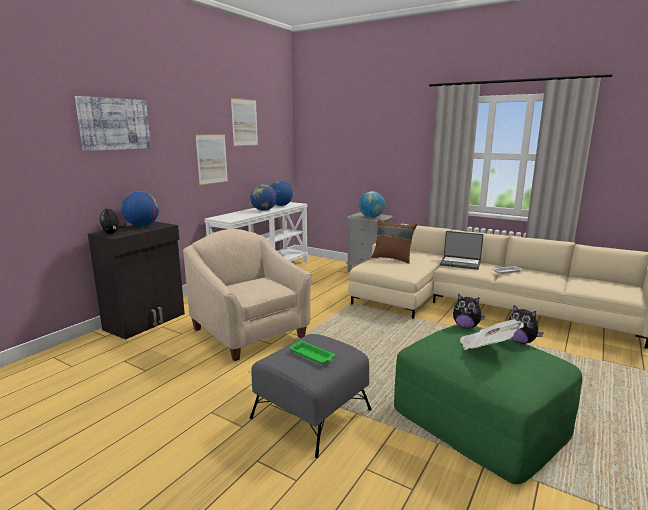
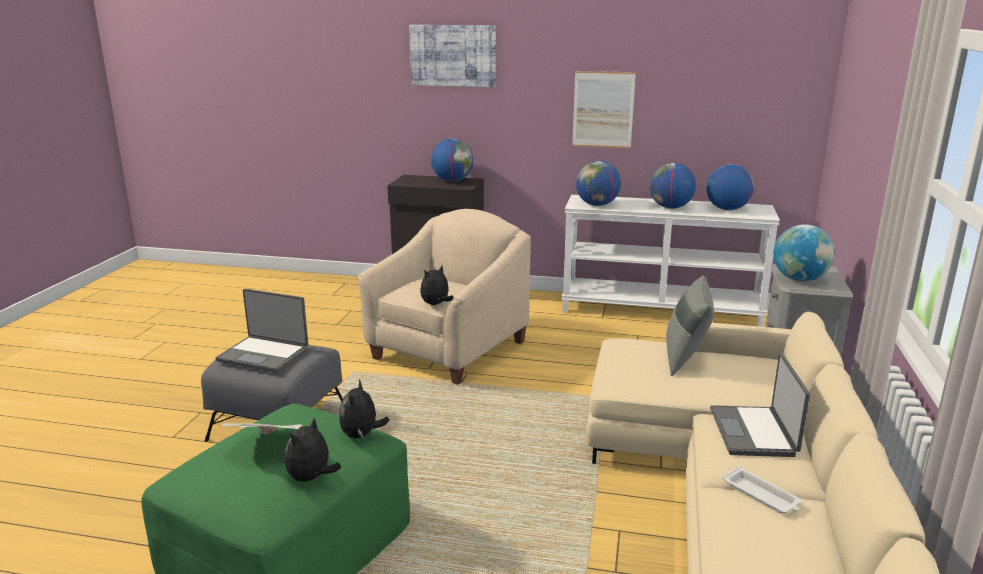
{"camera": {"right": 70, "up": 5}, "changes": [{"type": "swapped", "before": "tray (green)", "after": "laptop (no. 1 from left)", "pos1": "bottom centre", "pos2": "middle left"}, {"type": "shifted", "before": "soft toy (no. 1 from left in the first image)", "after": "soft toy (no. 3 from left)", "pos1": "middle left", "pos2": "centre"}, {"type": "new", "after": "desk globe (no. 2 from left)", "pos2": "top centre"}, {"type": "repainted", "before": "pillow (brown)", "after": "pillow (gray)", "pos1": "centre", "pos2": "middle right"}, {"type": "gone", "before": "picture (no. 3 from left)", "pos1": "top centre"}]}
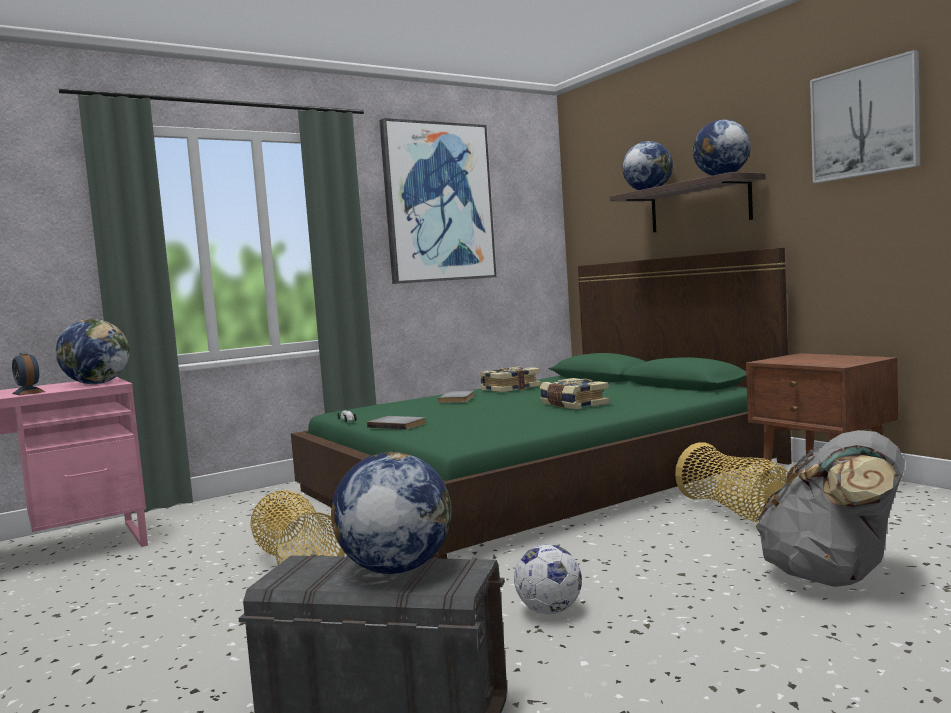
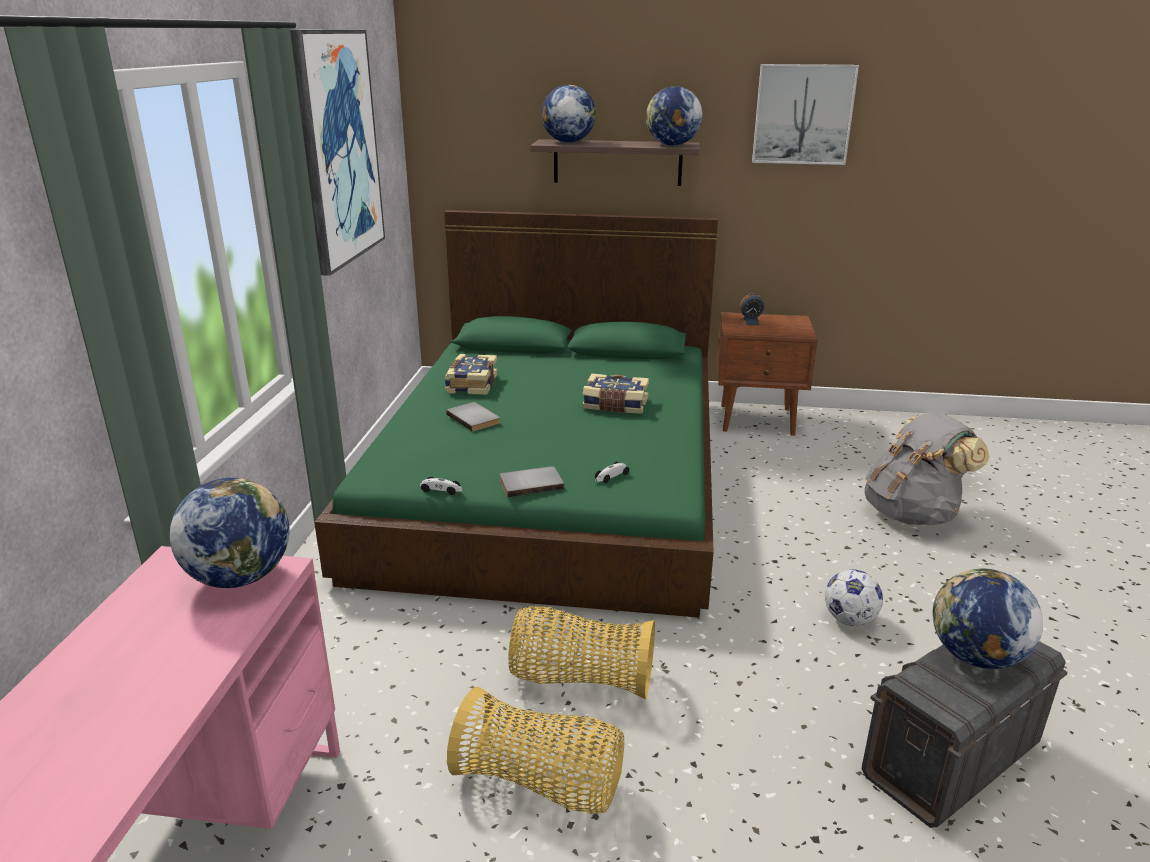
{"camera": {"right": -50, "up": 20}, "changes": [{"type": "shifted", "before": "basket (no. 2 from left in the first image)", "after": "basket (no. 1 from left)", "pos1": "bottom right", "pos2": "bottom centre"}, {"type": "new", "after": "toy car (no. 2 from left)", "pos2": "centre"}, {"type": "shifted", "before": "table clock", "pos1": "middle left", "pos2": "centre"}]}
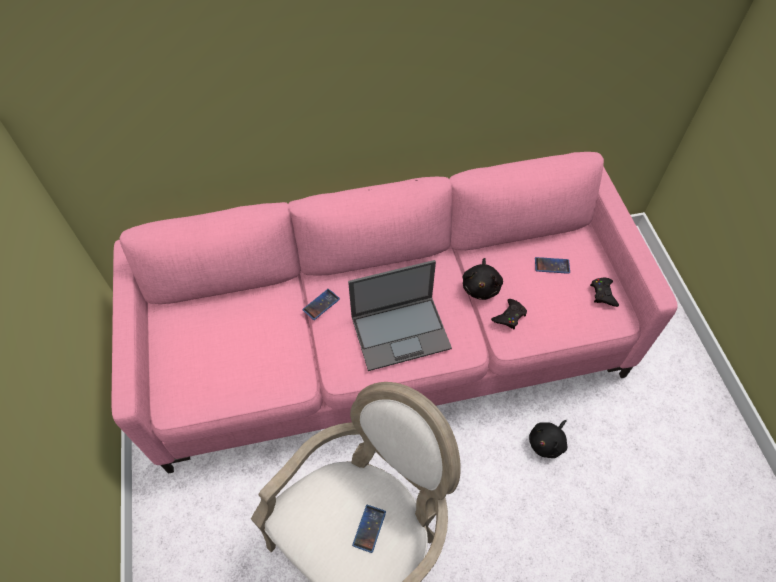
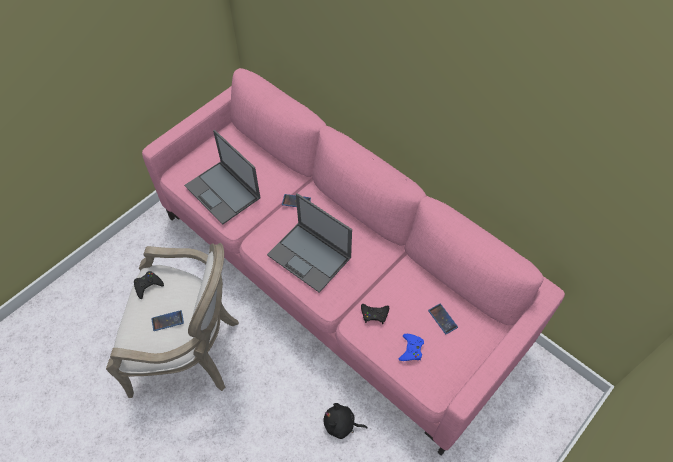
{"camera": {"right": 55, "up": 0}, "changes": [{"type": "shifted", "before": "gamepad (blackish) (no. 2 from left in the first image)", "after": "gamepad (blackish) (no. 1 from left)", "pos1": "middle right", "pos2": "middle left"}, {"type": "new", "after": "laptop (no. 1 from left)", "pos2": "middle left"}, {"type": "new", "after": "gamepad (bluish)", "pos2": "bottom centre"}, {"type": "gone", "before": "soft toy (blackish) (no. 1 from left)", "pos1": "centre"}]}
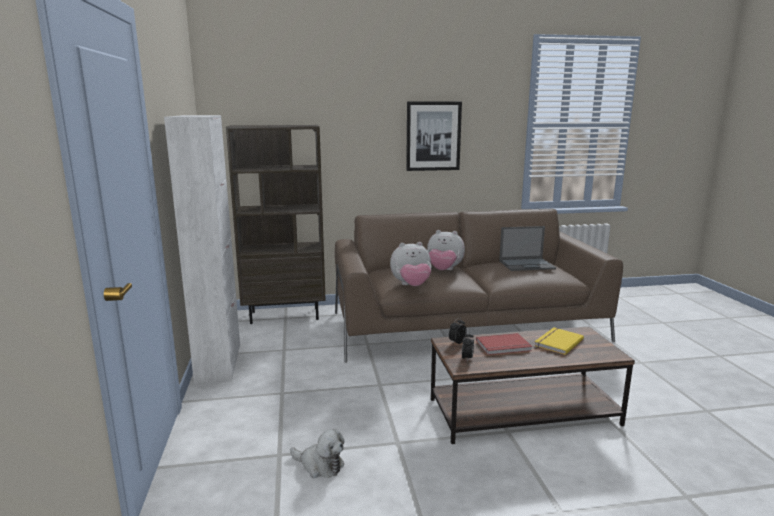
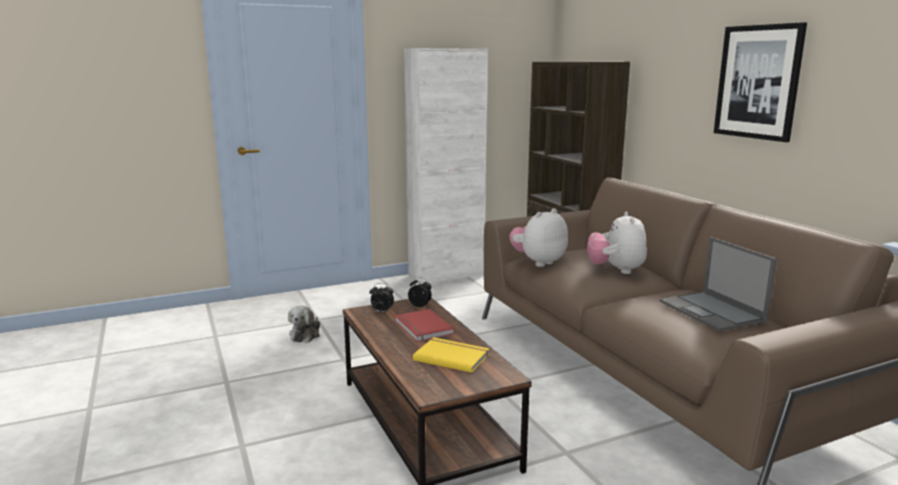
{"camera": {"right": 75, "up": 0}, "changes": [{"type": "rotated", "before": "soft toy (no. 2 from left)", "pos1": "centre", "pos2": "centre", "turn": 75}]}
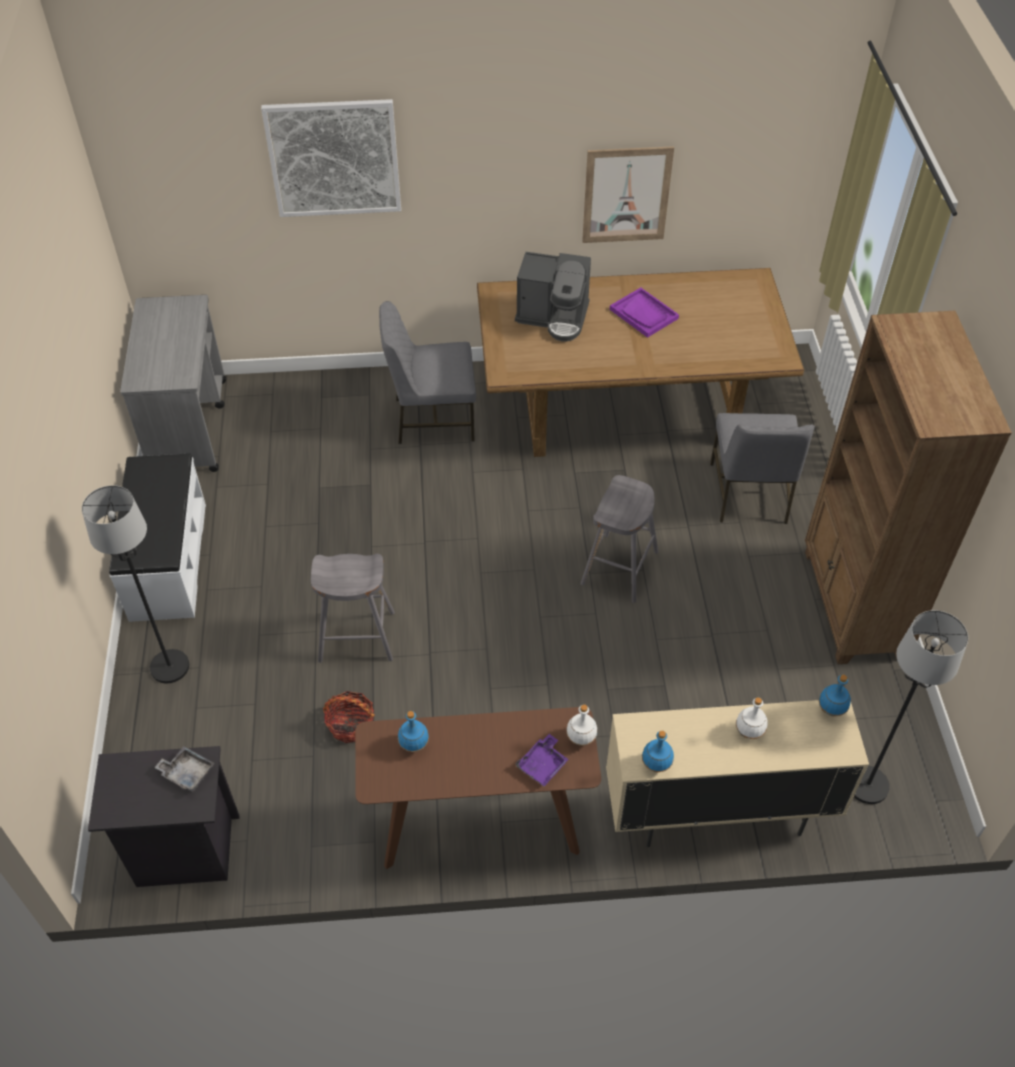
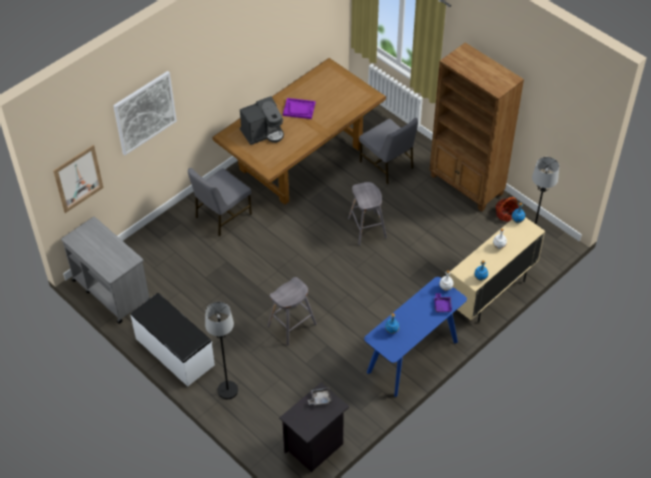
{"camera": {"right": -40, "up": 0}, "changes": [{"type": "shifted", "before": "picture (no. 2 from left in the first image)", "after": "picture (no. 1 from left)", "pos1": "top centre", "pos2": "middle left"}, {"type": "repainted", "before": "console table (brown)", "after": "console table (bluish)", "pos1": "bottom centre", "pos2": "bottom centre"}, {"type": "shifted", "before": "basket", "pos1": "bottom centre", "pos2": "middle right"}]}
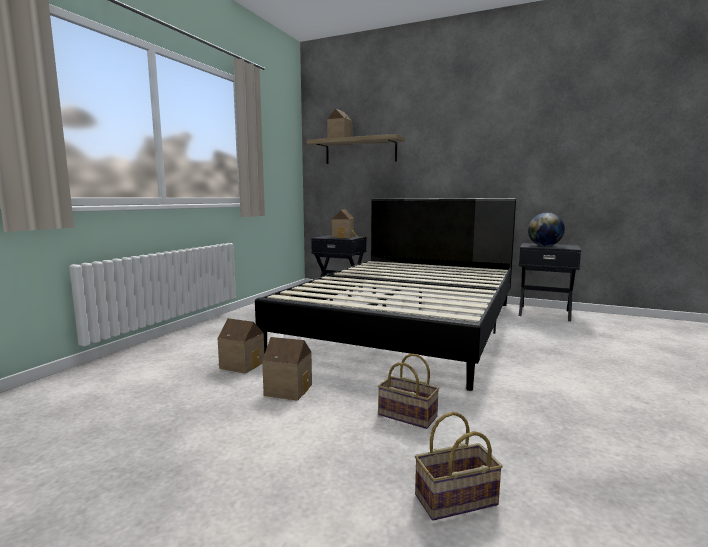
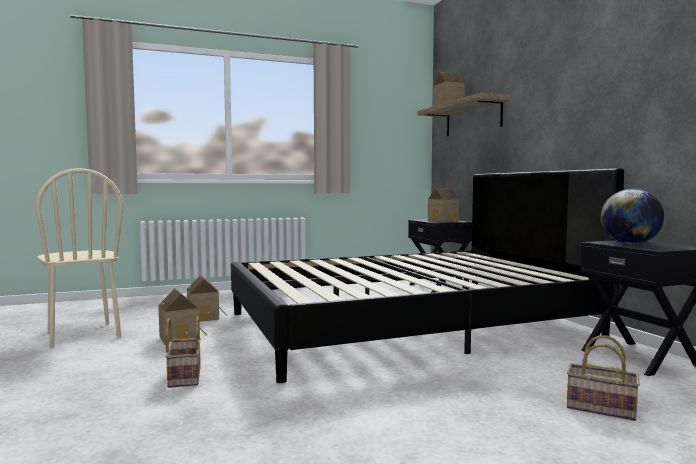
{"camera": {"right": 45, "up": -5}, "changes": [{"type": "new", "after": "upright chair (beige-coloured)", "pos2": "middle left"}, {"type": "shifted", "before": "basket (no. 2 from left)", "pos1": "bottom centre", "pos2": "bottom right"}]}
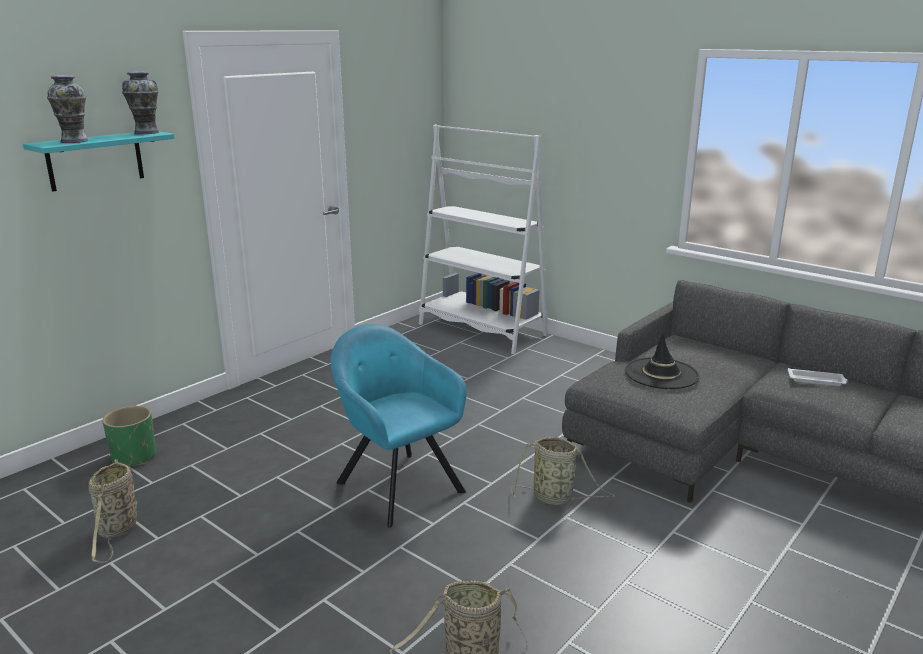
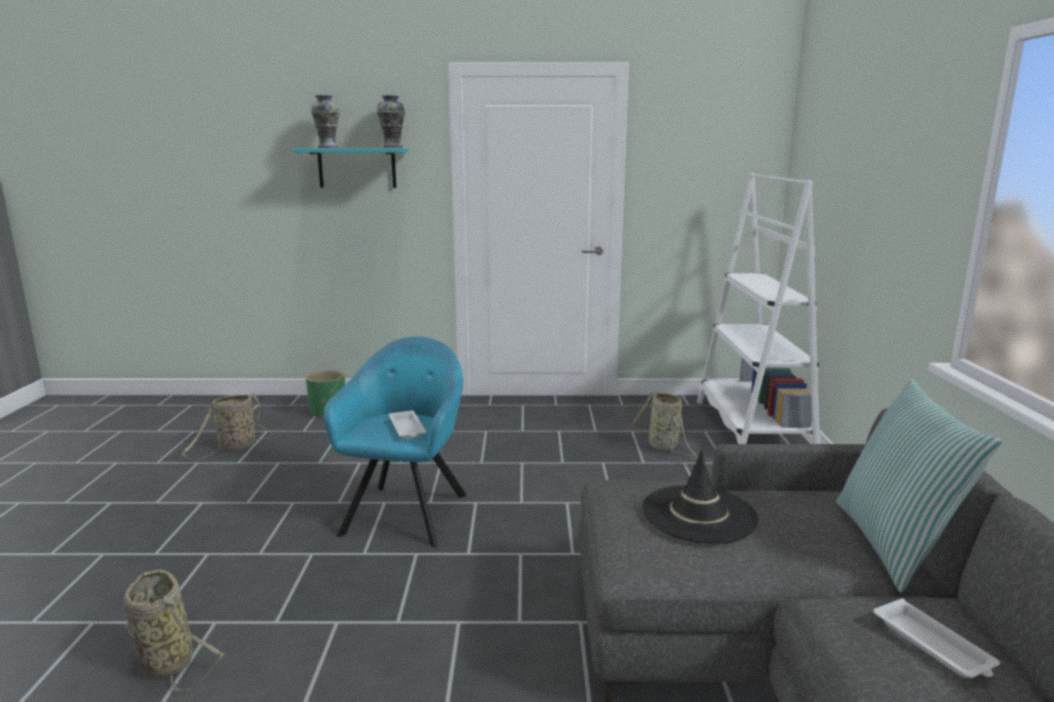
{"camera": {"right": 50, "up": -5}, "changes": [{"type": "new", "after": "tray (white-coloured) (no. 1 from left)", "pos2": "centre"}, {"type": "shifted", "before": "basket (no. 3 from left)", "pos1": "bottom centre", "pos2": "centre"}, {"type": "new", "after": "pillow", "pos2": "bottom right"}]}
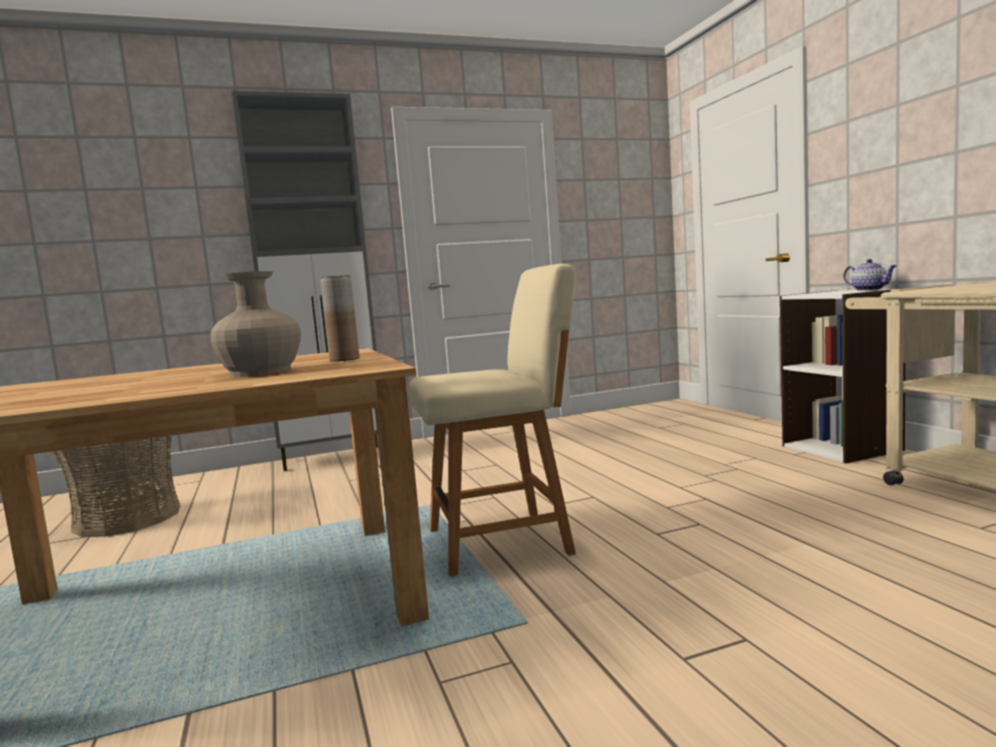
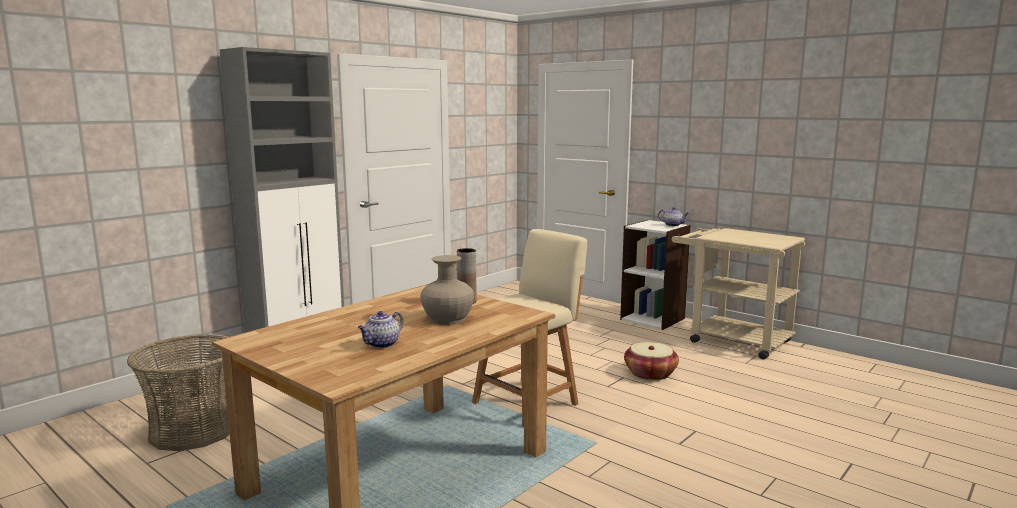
{"camera": {"right": -30, "up": 5}, "changes": [{"type": "new", "after": "tea pot (no. 1 from left)", "pos2": "centre"}, {"type": "new", "after": "basket (no. 2 from left)", "pos2": "bottom centre"}]}
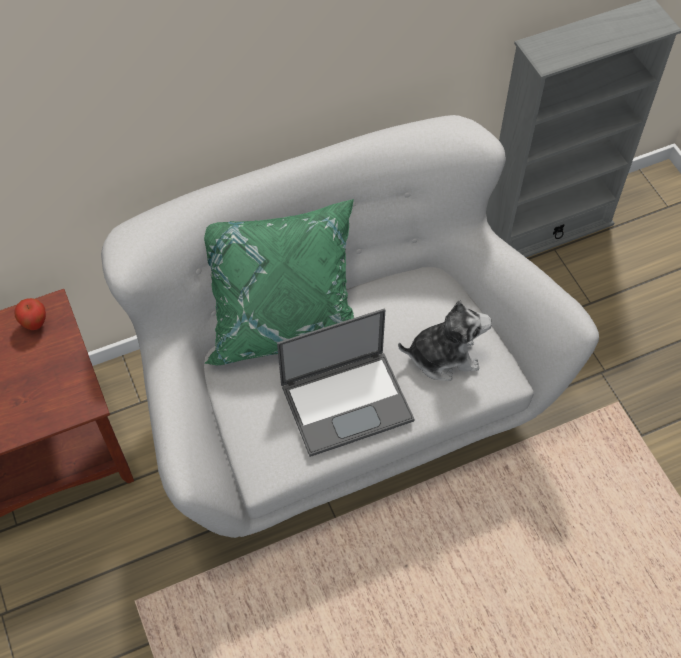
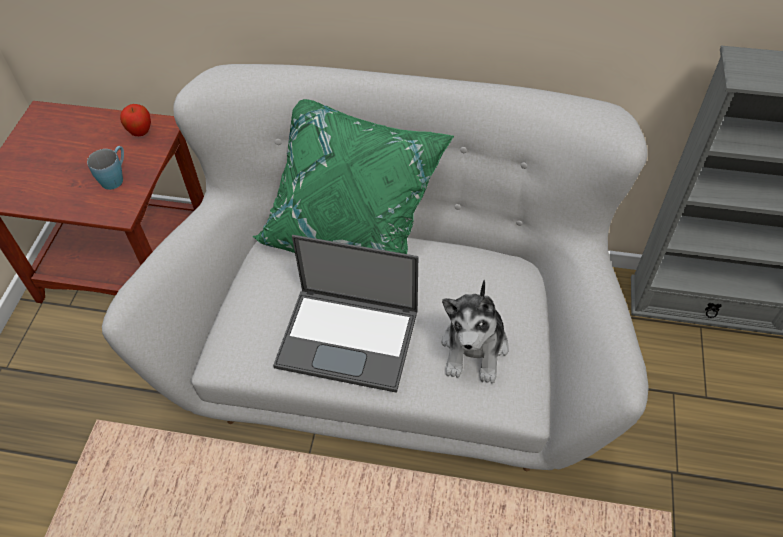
{"camera": {"right": 35, "up": -5}, "changes": [{"type": "new", "after": "coffee mug (bluish)", "pos2": "top left"}, {"type": "rotated", "before": "soft toy", "pos1": "centre", "pos2": "centre", "turn": 75}]}
